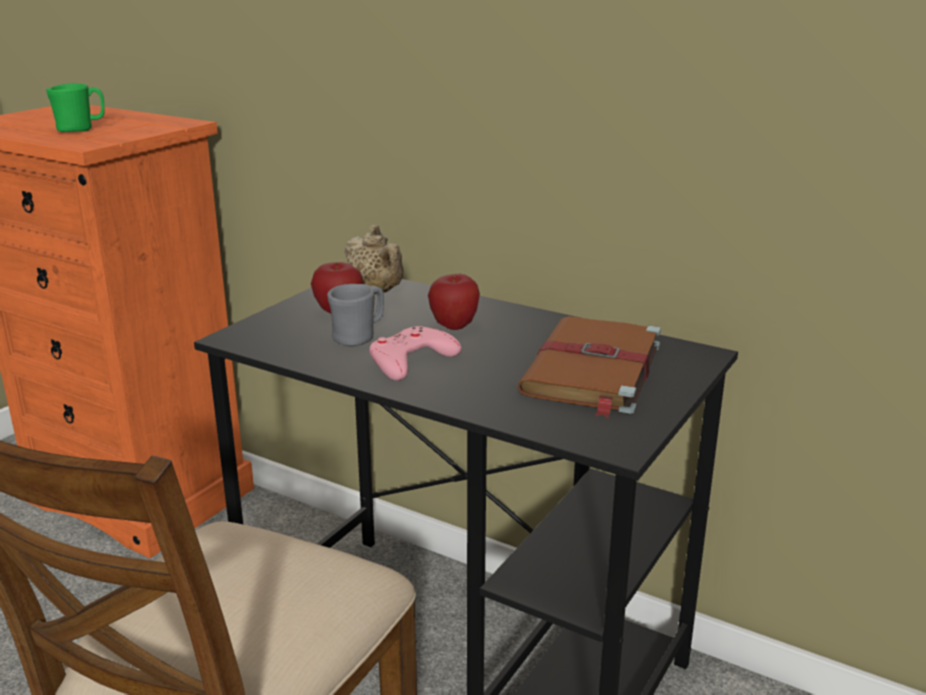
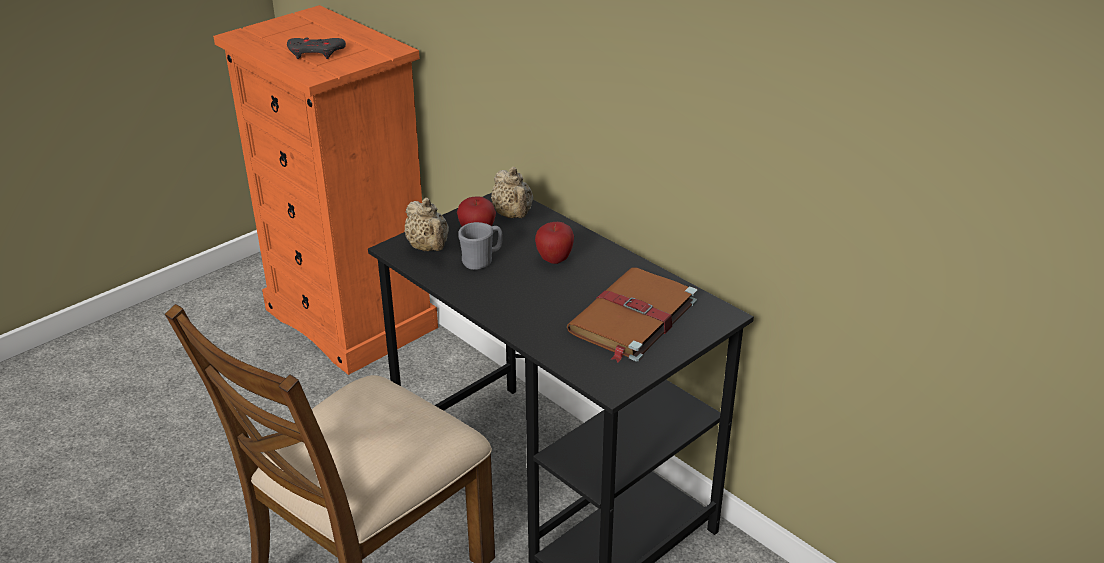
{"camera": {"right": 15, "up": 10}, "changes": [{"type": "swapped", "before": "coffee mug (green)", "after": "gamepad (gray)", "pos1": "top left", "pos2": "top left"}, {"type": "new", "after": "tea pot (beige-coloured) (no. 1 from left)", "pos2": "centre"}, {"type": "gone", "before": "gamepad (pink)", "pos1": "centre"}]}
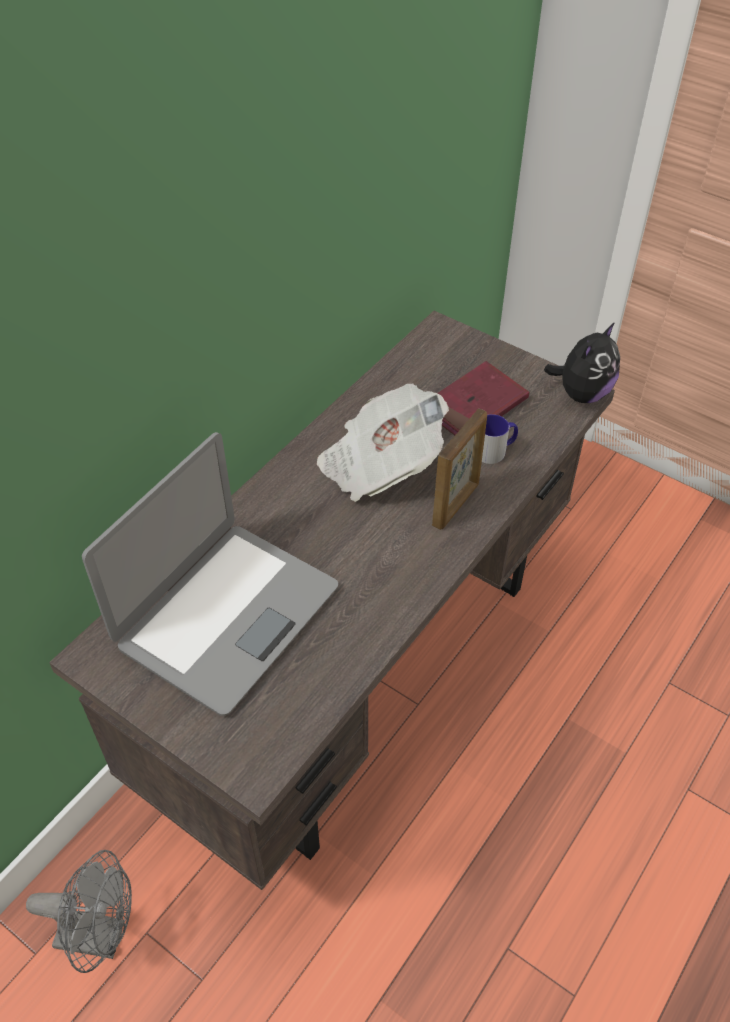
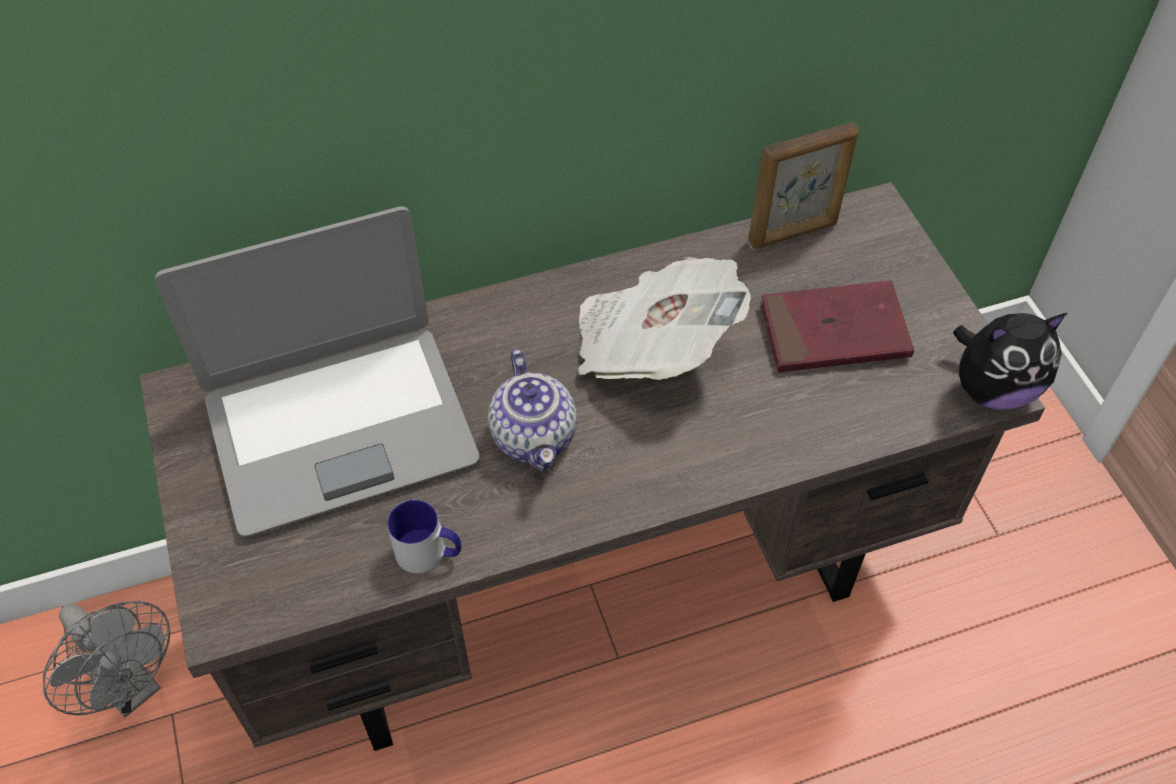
{"camera": {"right": 35, "up": 5}, "changes": [{"type": "shifted", "before": "coffee mug", "pos1": "middle right", "pos2": "bottom centre"}, {"type": "new", "after": "tea pot", "pos2": "centre"}, {"type": "shifted", "before": "picture frame", "pos1": "centre", "pos2": "top right"}]}
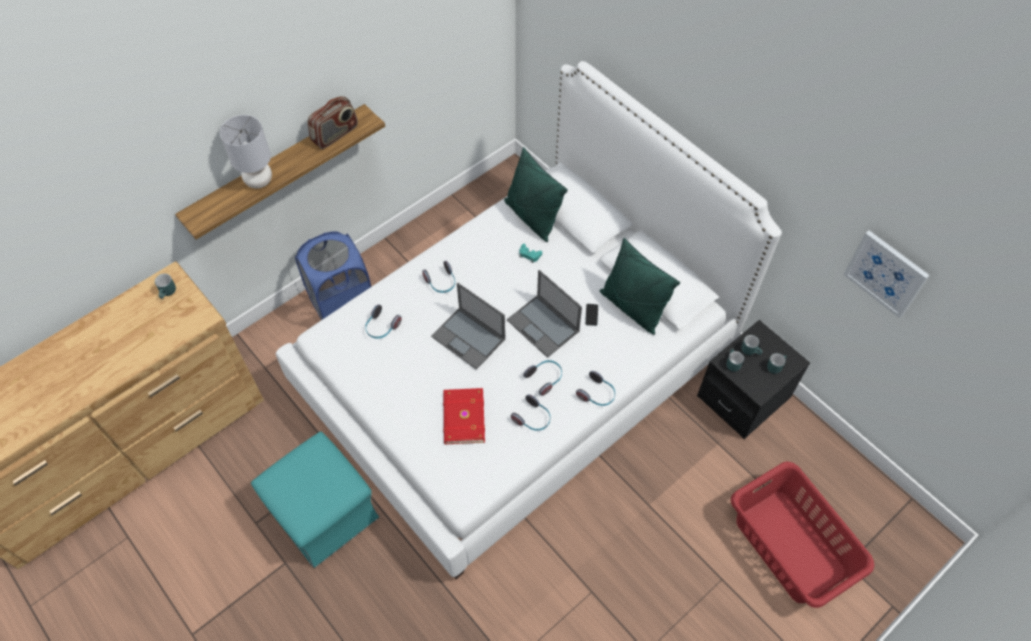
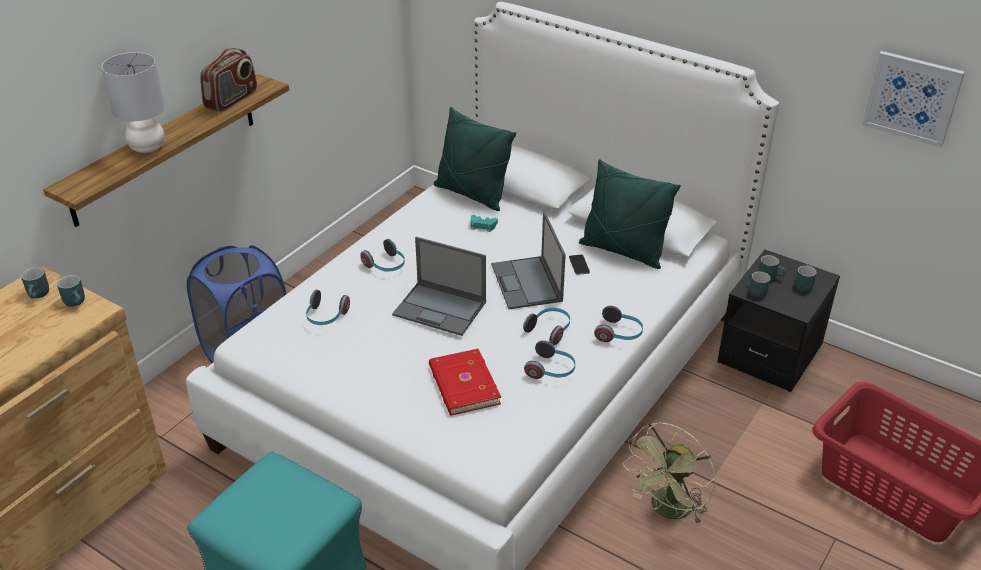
{"camera": {"right": -15, "up": -20}, "changes": [{"type": "new", "after": "coffee mug (blue-green) (no. 2 from left)", "pos2": "middle left"}, {"type": "rotated", "before": "laptop (no. 2 from left)", "pos1": "centre", "pos2": "centre", "turn": 45}, {"type": "new", "after": "electric fan (green)", "pos2": "bottom right"}]}
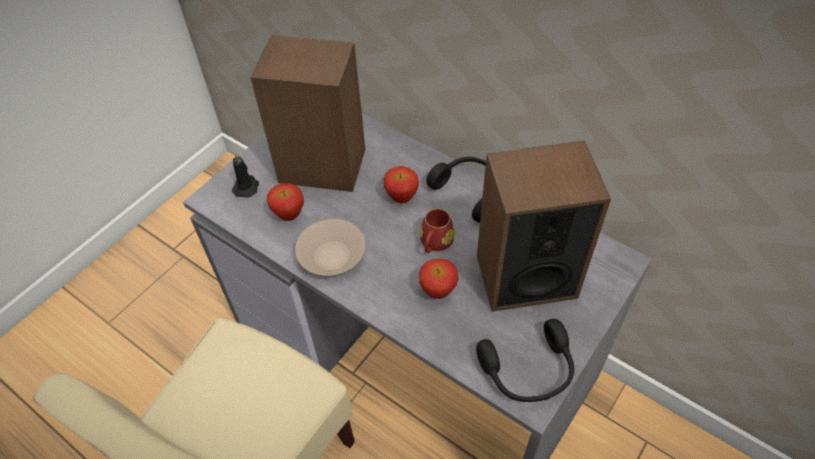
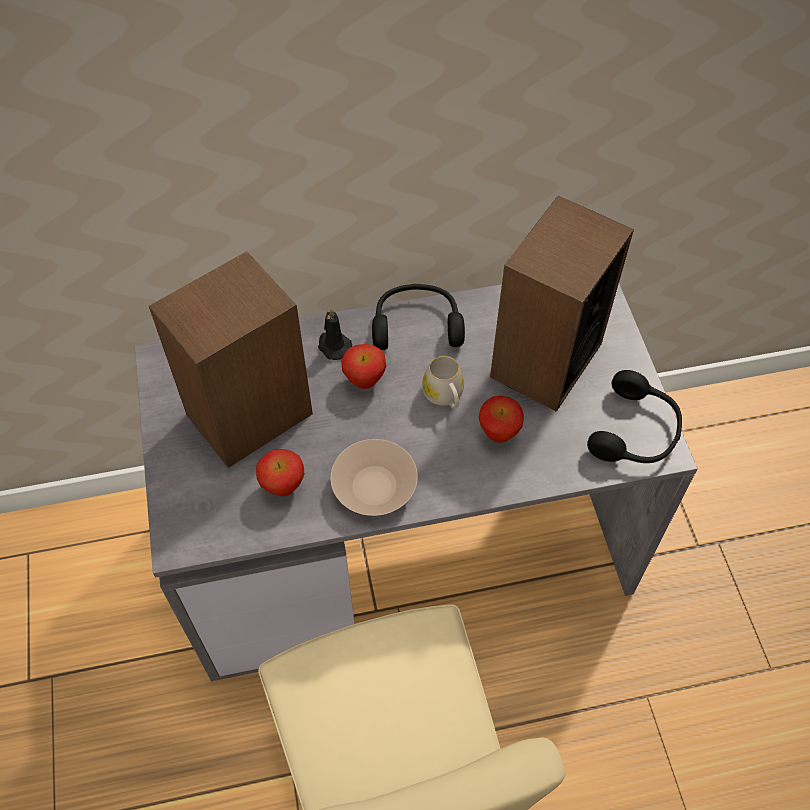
{"camera": {"right": -50, "up": 5}, "changes": [{"type": "shifted", "before": "candle (blackish)", "pos1": "middle left", "pos2": "centre"}, {"type": "repainted", "before": "coffee mug (red)", "after": "coffee mug (white-coloured)", "pos1": "centre", "pos2": "centre"}]}
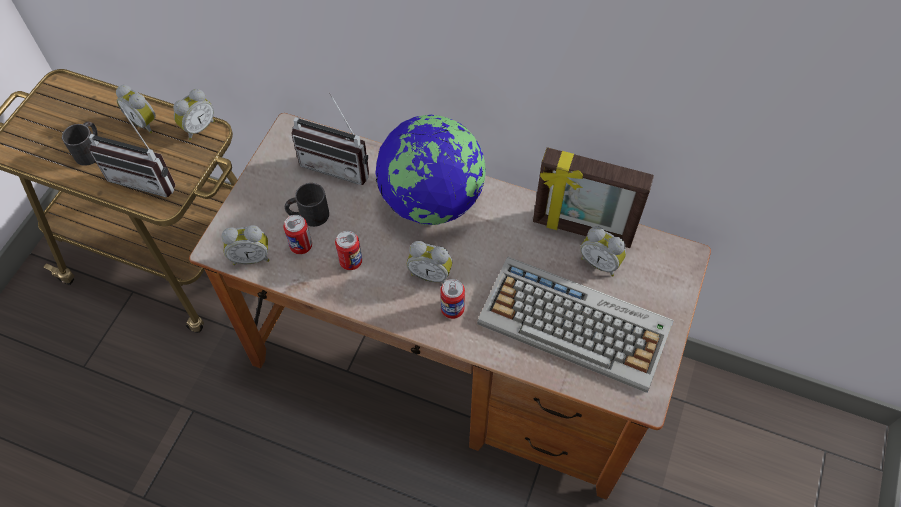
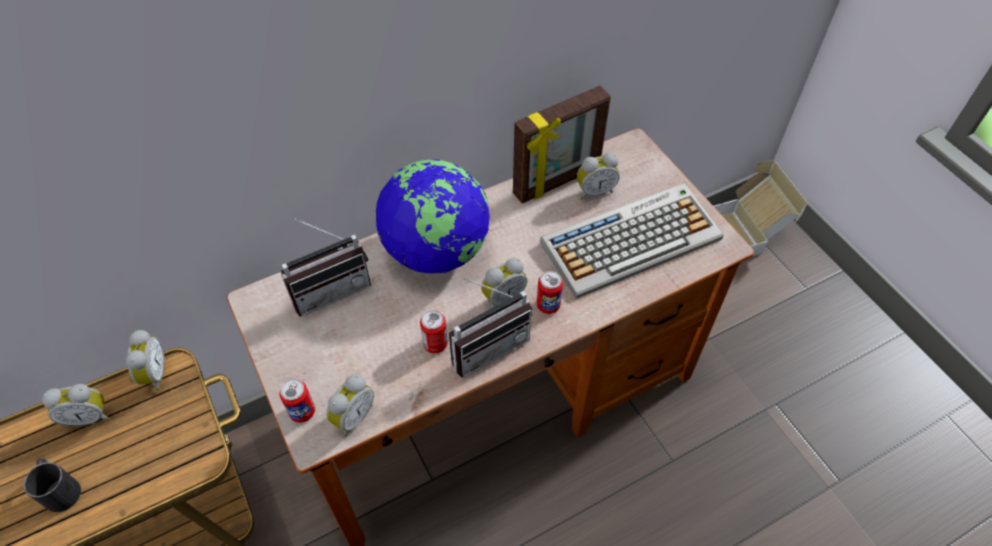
{"camera": {"right": -50, "up": -5}, "changes": [{"type": "shifted", "before": "sealed can (no. 1 from left)", "pos1": "middle left", "pos2": "bottom left"}, {"type": "shifted", "before": "radio receiver (no. 1 from left in the first image)", "after": "radio receiver (no. 2 from left)", "pos1": "top left", "pos2": "centre"}, {"type": "new", "after": "cardboard box", "pos2": "middle right"}, {"type": "gone", "before": "coffee mug (blackish) (no. 2 from left)", "pos1": "centre"}]}
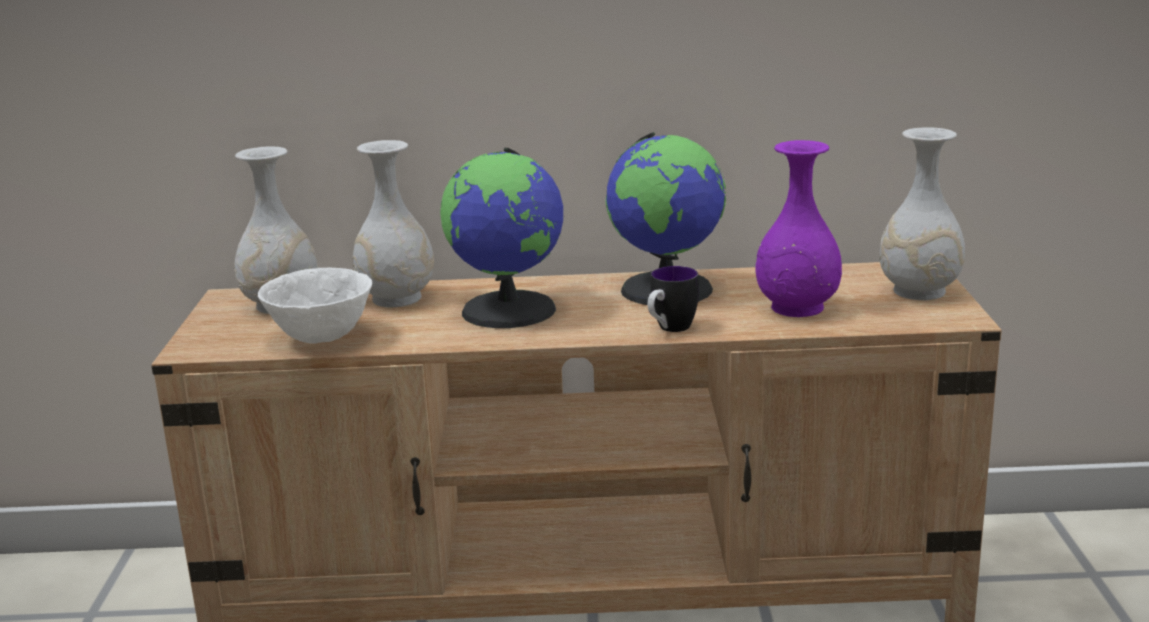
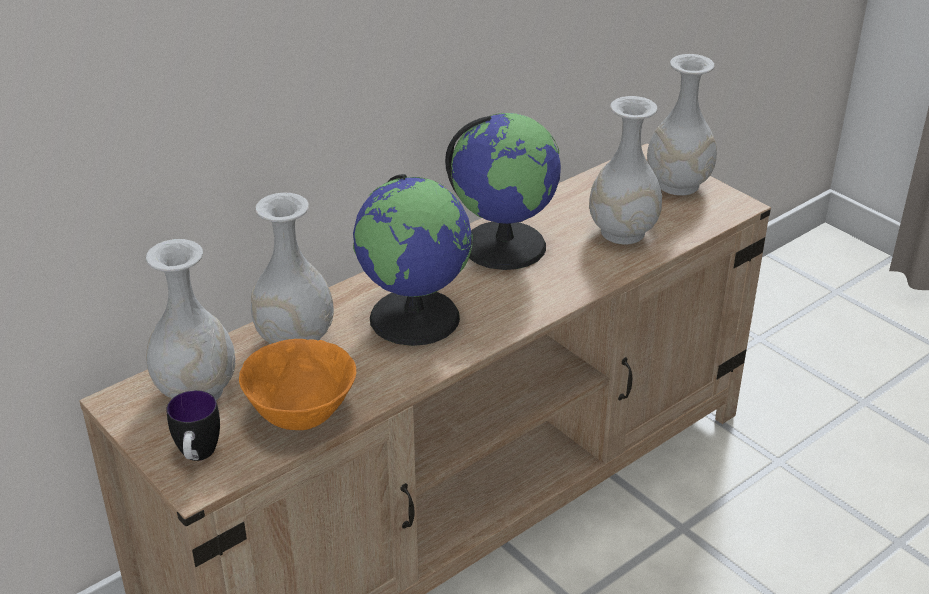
{"camera": {"right": -40, "up": 15}, "changes": [{"type": "shifted", "before": "coffee mug", "pos1": "centre", "pos2": "bottom left"}, {"type": "repainted", "before": "serving bowl (white-coloured)", "after": "serving bowl (orangey)", "pos1": "middle left", "pos2": "middle left"}, {"type": "repainted", "before": "vase (purple)", "after": "vase (white-coloured) (no. 3 from left)", "pos1": "middle right", "pos2": "top right"}]}
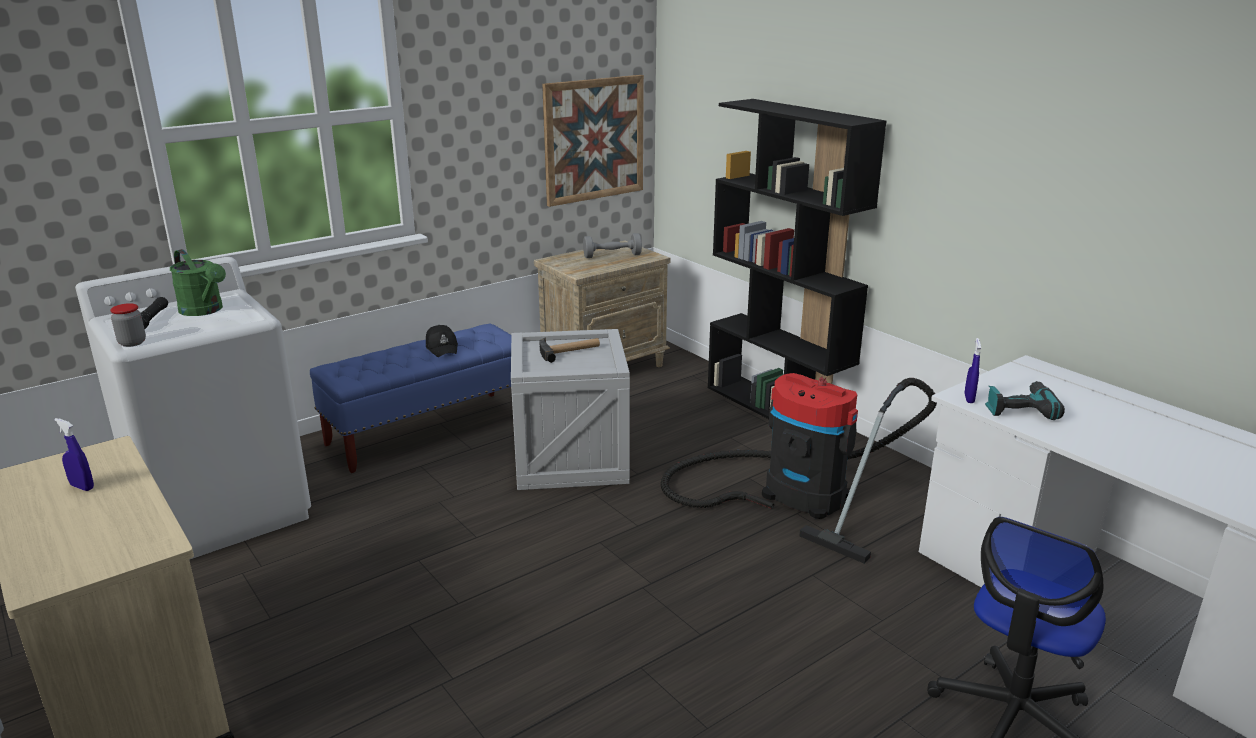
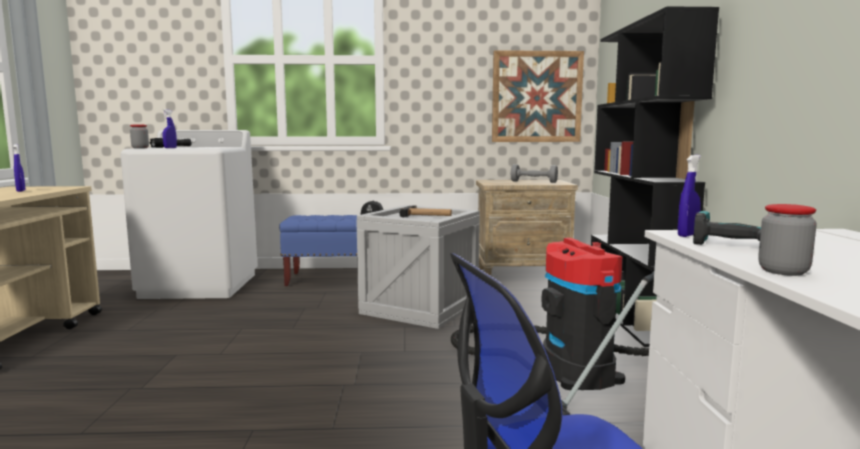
{"camera": {"right": 35, "up": -15}, "changes": [{"type": "new", "after": "spray bottle (bluish) (no. 2 from left)", "pos2": "top left"}, {"type": "new", "after": "preserve jar (no. 2 from left)", "pos2": "middle right"}, {"type": "gone", "before": "watering can (green)", "pos1": "middle left"}]}
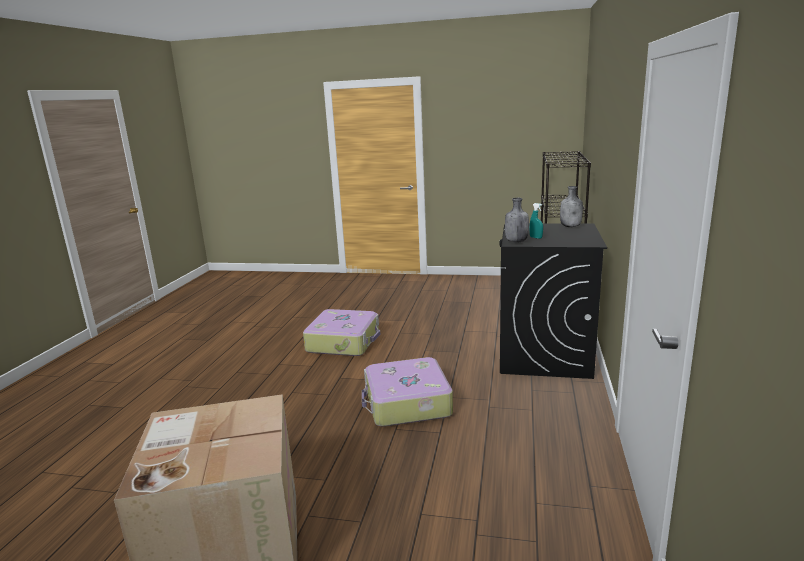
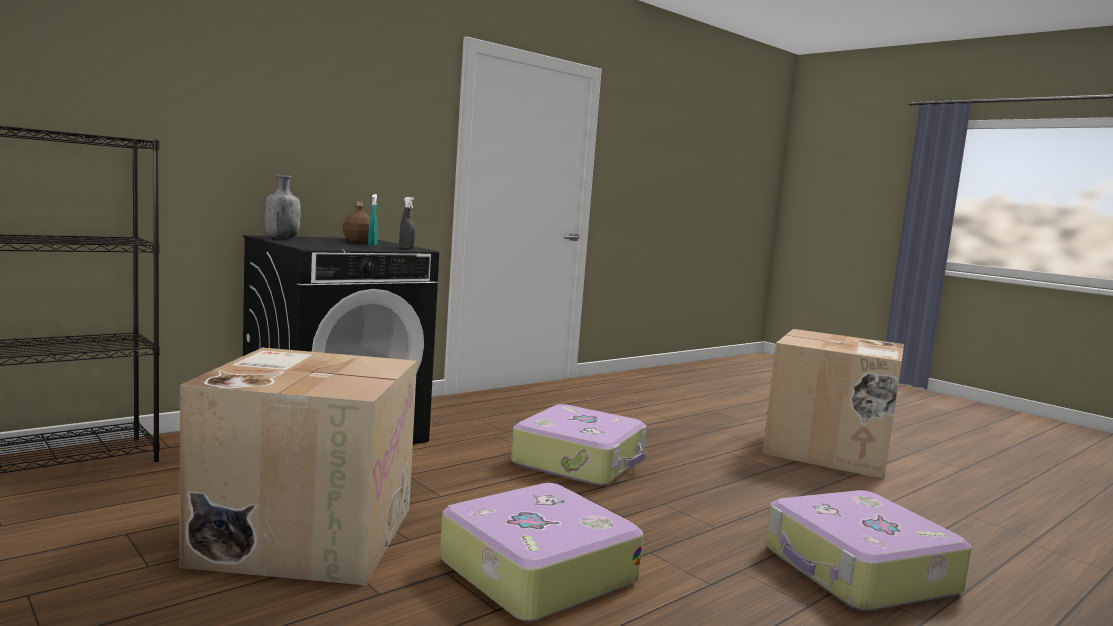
{"camera": {"right": -145, "up": -10}, "changes": [{"type": "new", "after": "cardboard box (no. 1 from left)", "pos2": "bottom left"}, {"type": "new", "after": "drink bottle (brown)", "pos2": "middle left"}, {"type": "swapped", "before": "drink bottle (gray) (no. 1 from left)", "after": "spray bottle (gray)", "pos1": "centre", "pos2": "centre"}, {"type": "new", "after": "piece of luggage (no. 3 from left)", "pos2": "bottom right"}]}
